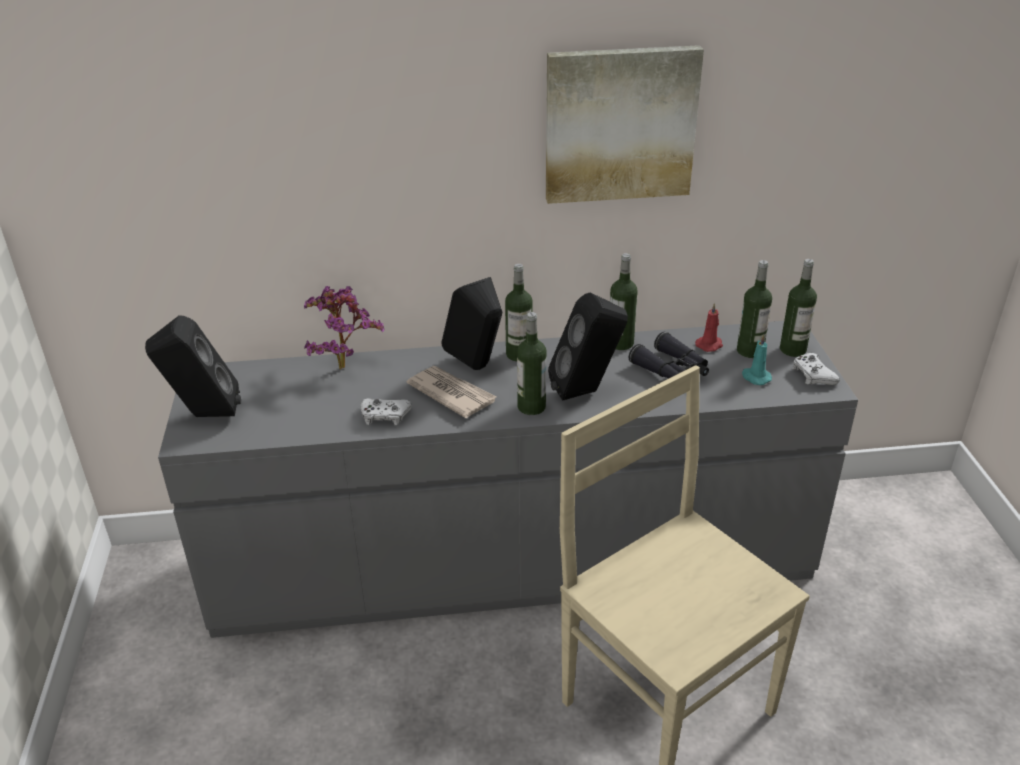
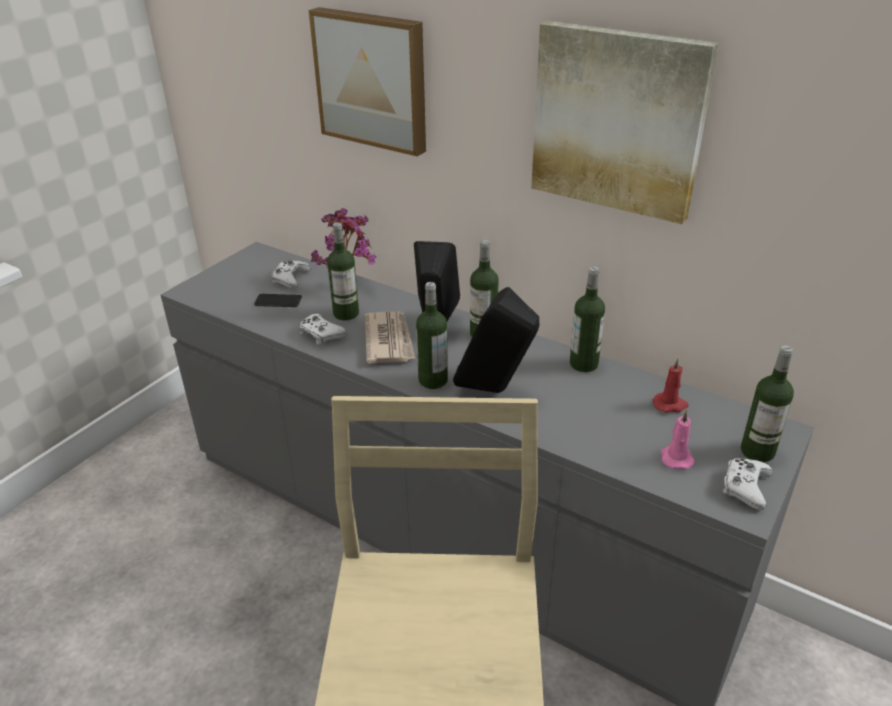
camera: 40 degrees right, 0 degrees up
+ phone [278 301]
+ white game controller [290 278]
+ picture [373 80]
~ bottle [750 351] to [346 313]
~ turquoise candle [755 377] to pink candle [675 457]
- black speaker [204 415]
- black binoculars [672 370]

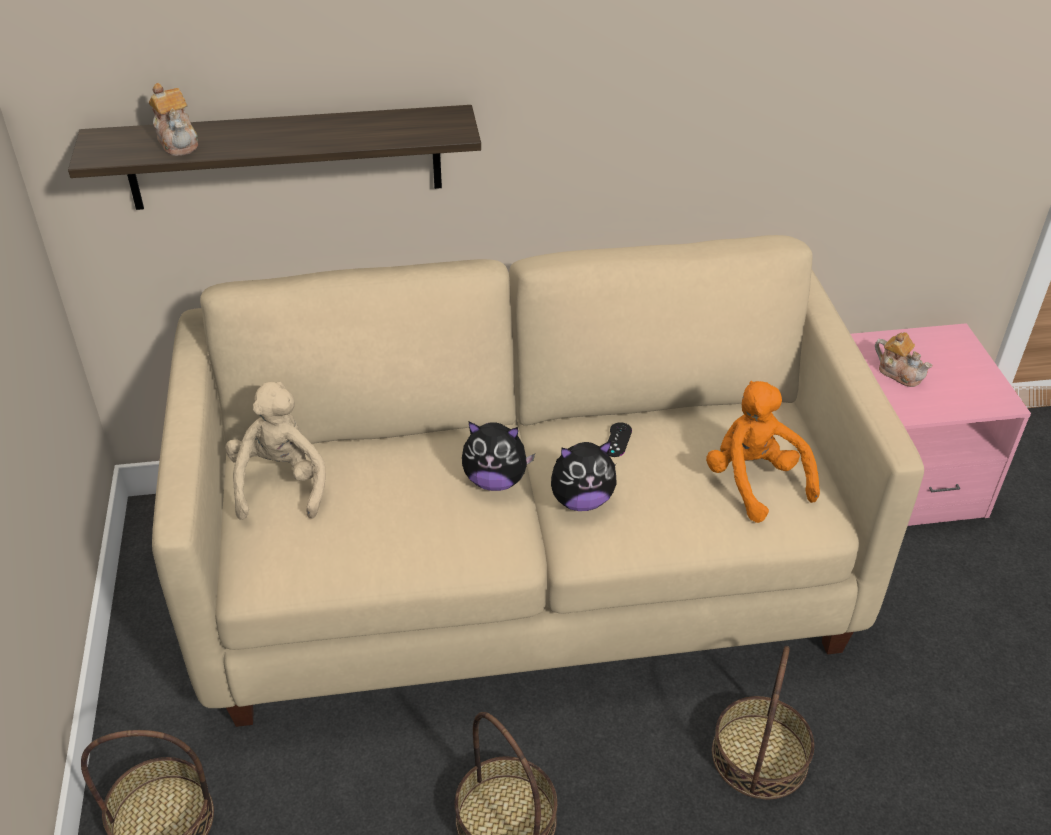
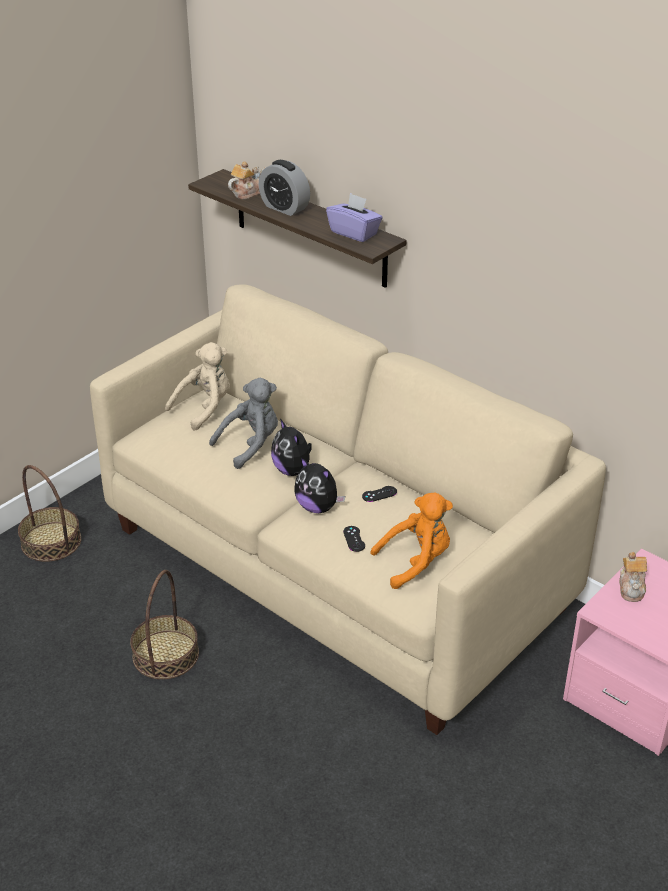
camera: 50 degrees right, 5 degrees down
+ grey plush toy [250 445]
~ teapot [178 142] = [248 193] 150 degrees counterclockwise
+ alarm clock [284 208]
+ purple tissue box [354 233]
+ black game controller [354 539]
~ orange plush toy [754 481] = [416 562] 45 degrees clockwise
- basket [759 755]

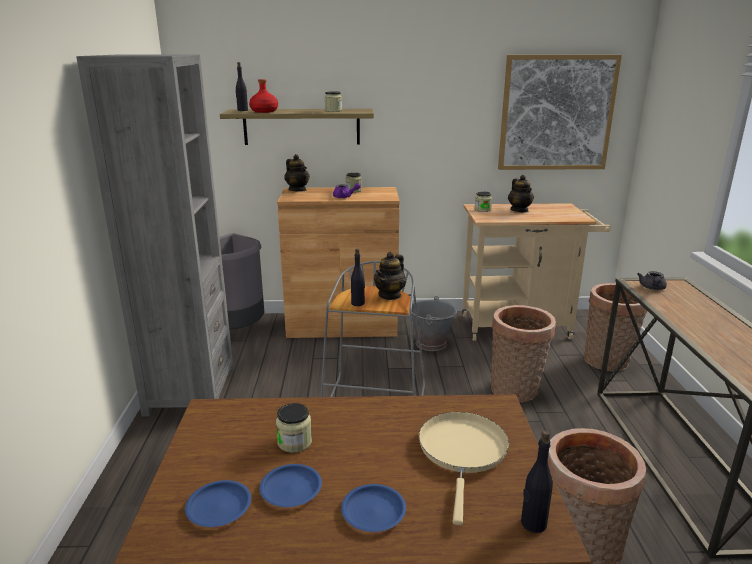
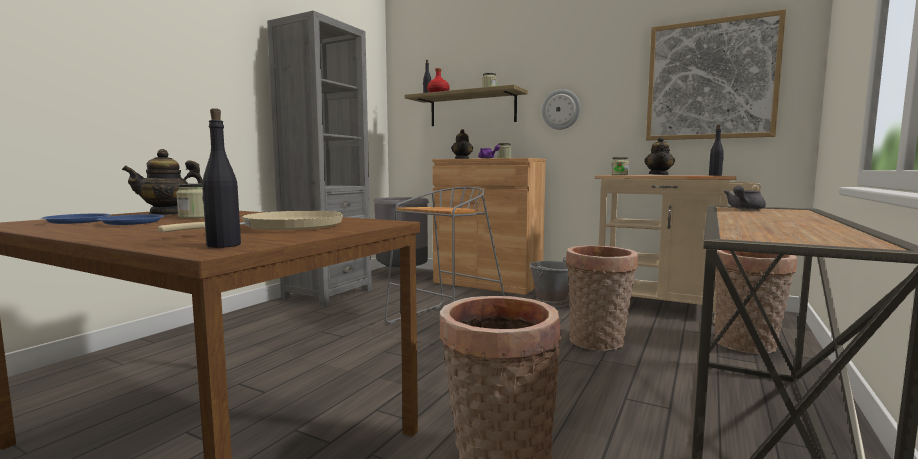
camera: 30 degrees right, 15 degrees down
~ teapot [390 295] to [167 213]
+ wall clock [561 109]
~ black bottle [358 303] to [715 175]
- blue plate [373 511]

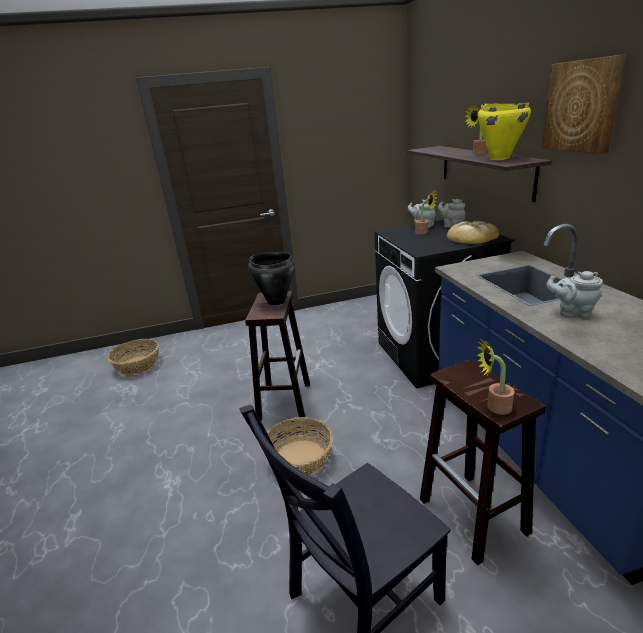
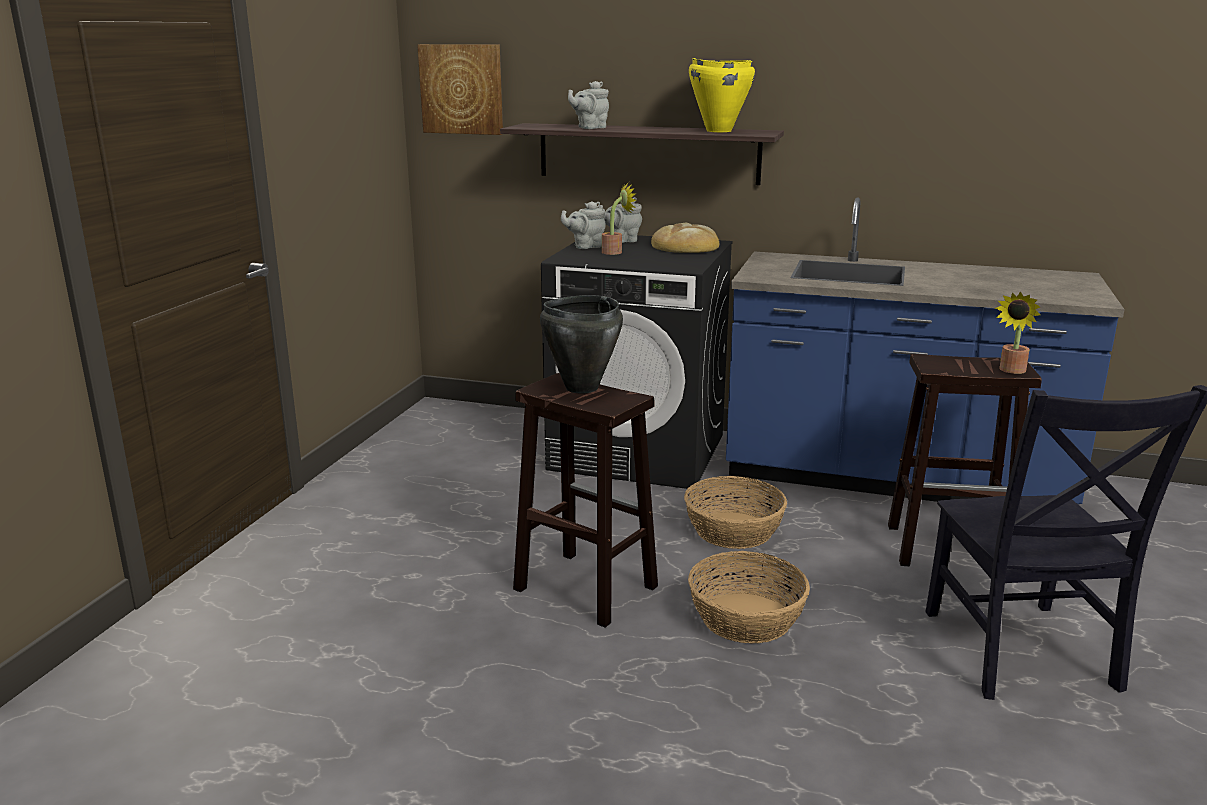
camera: 60 degrees left, 5 degrees down
~ picture [581 106] to [462 89]
~ grey teapot [572 313] to [590 128]
~ basket [138 365] to [734 530]
- potted plant [477 154]

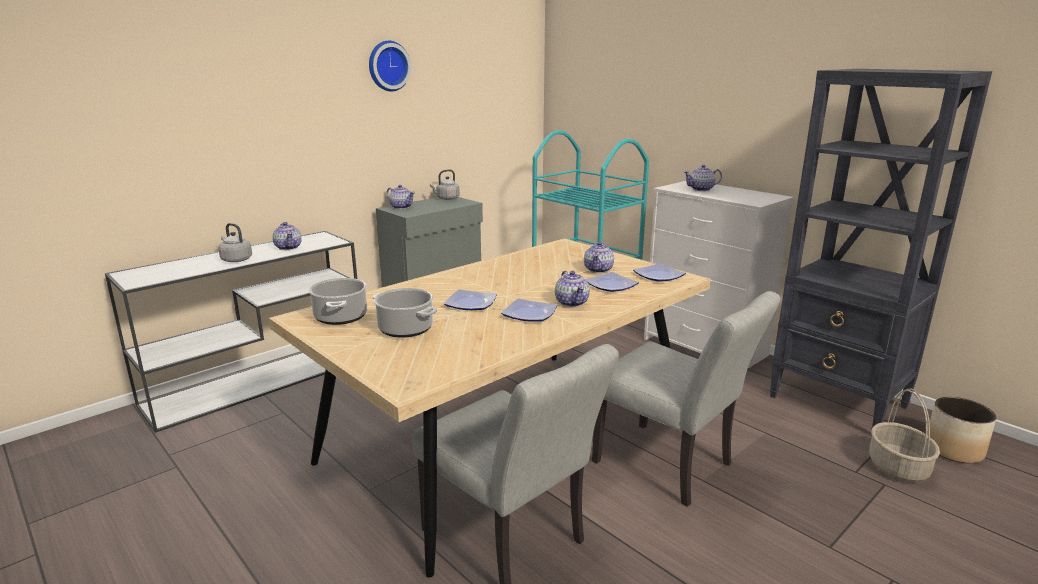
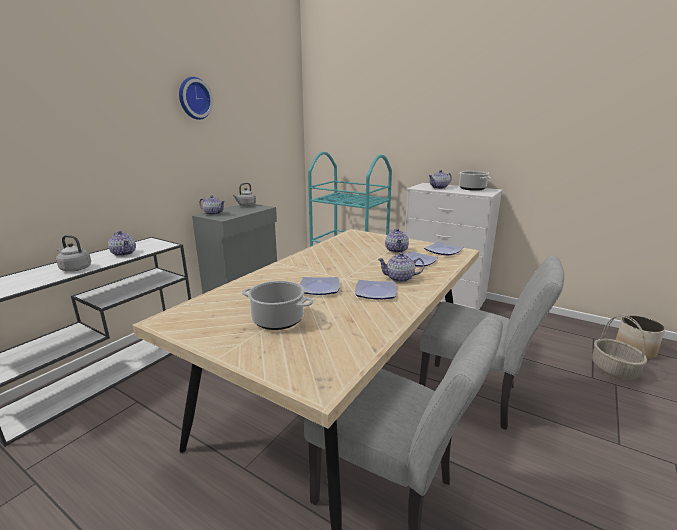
camera: 15 degrees left, 0 degrees up
~ teapot [572 302] = [400 278] 120 degrees clockwise
~ cooking pot [341 317] to [472 189]
- black bookcase [838 402]

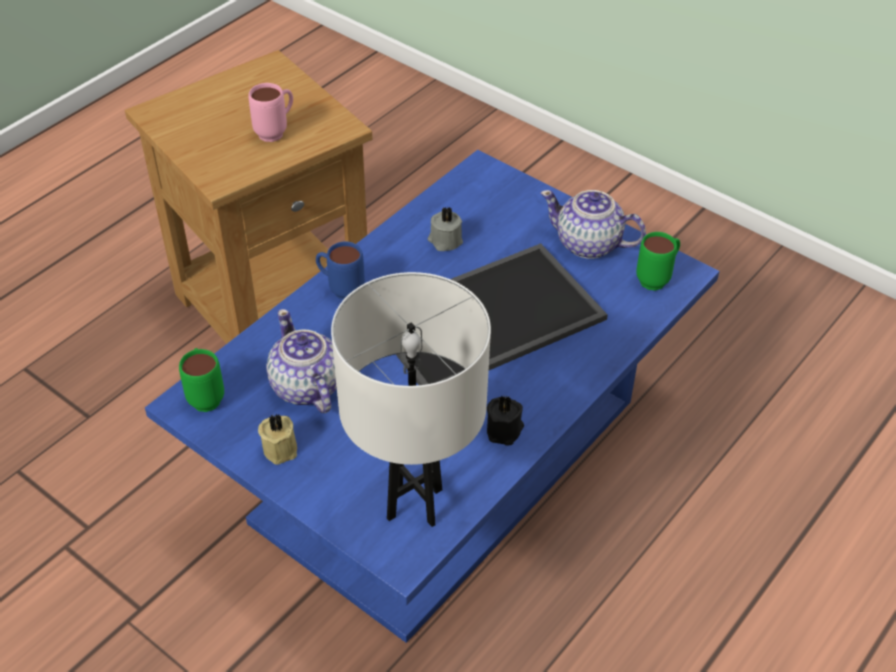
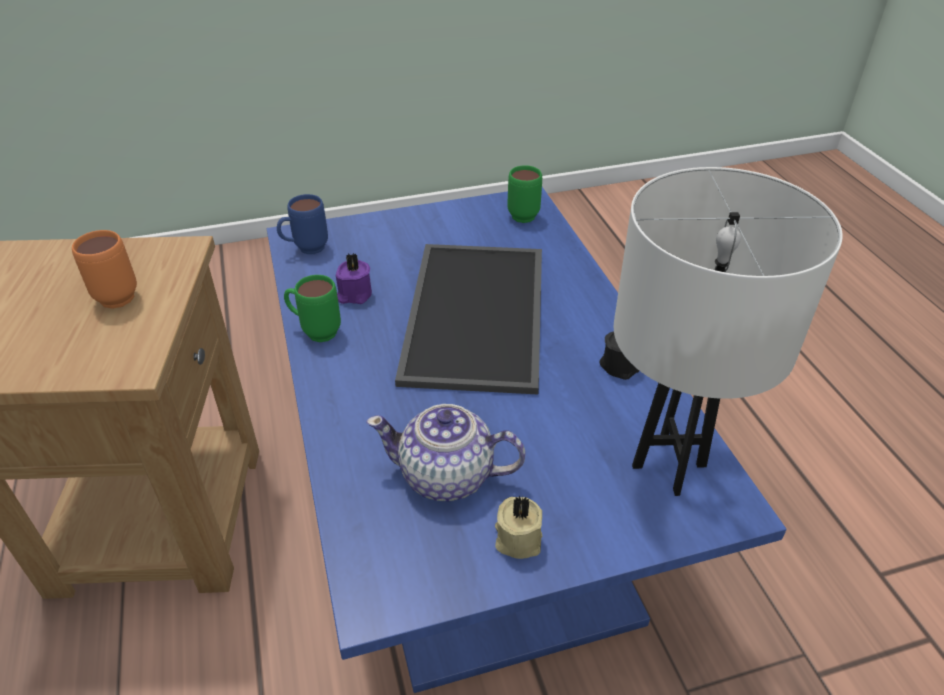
camera: 55 degrees left, 5 degrees down
~ pink mug [276 132] to orange mug [119 293]
~ blue mug [340 290] to [305 250]
~ green mug [205 395] to [315 331]
~ grey candle [444 241] to purple candle [354 294]
- teapot [589 244]

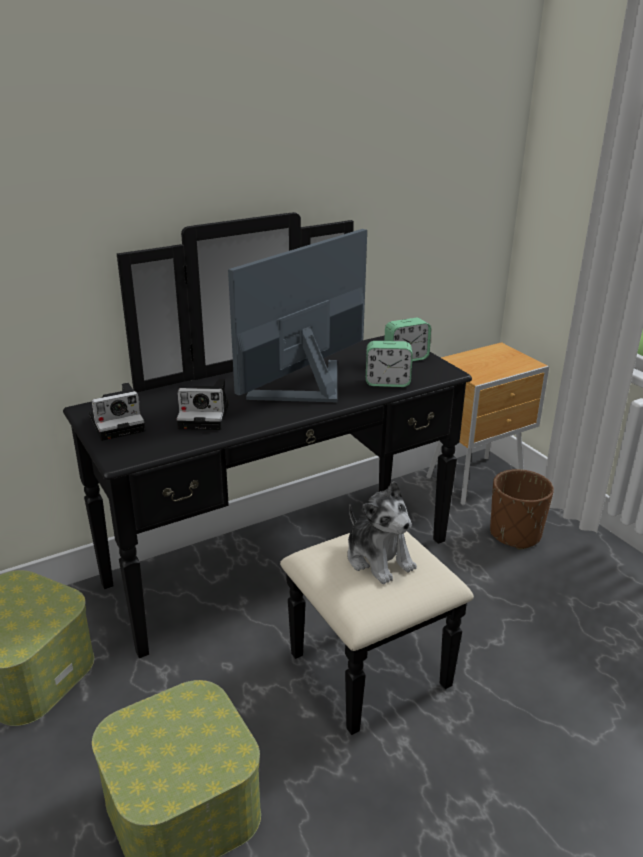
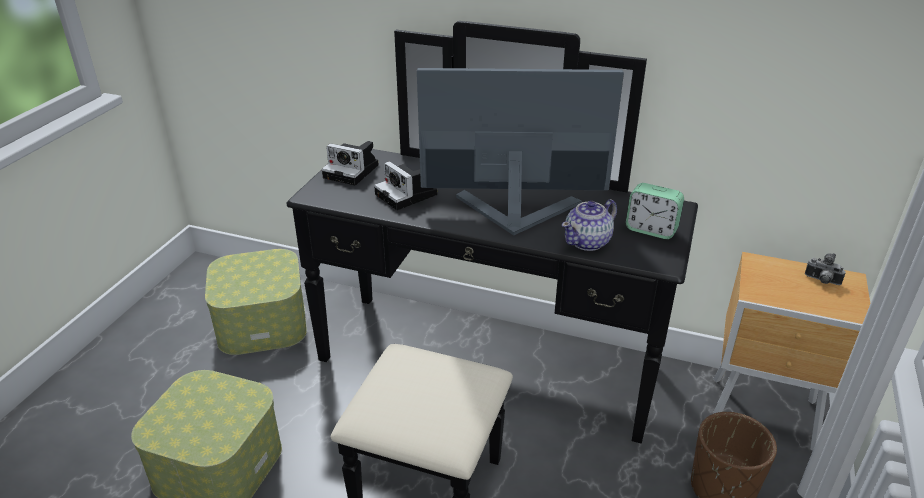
camera: 50 degrees right, 5 degrees up
~ alarm clock [387 382] to teapot [588 242]
+ photo camera [821 281]
- plush toy [378 559]

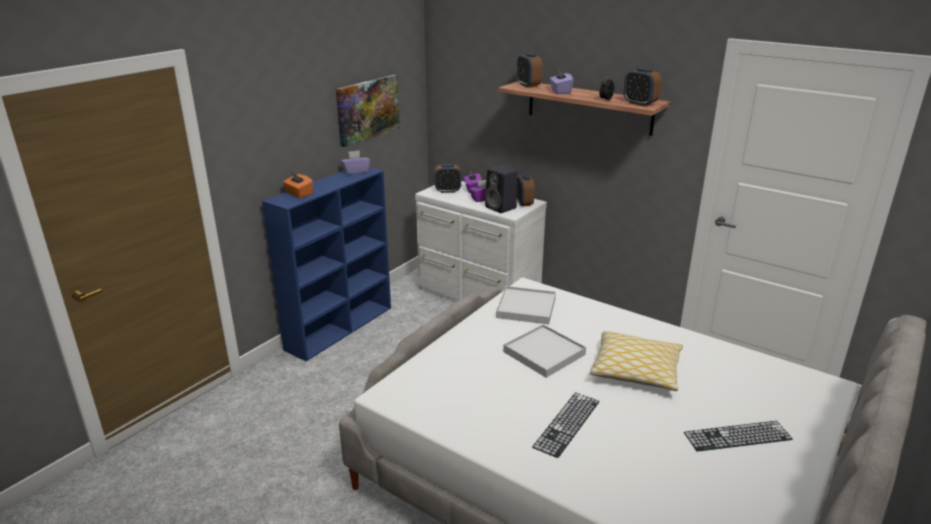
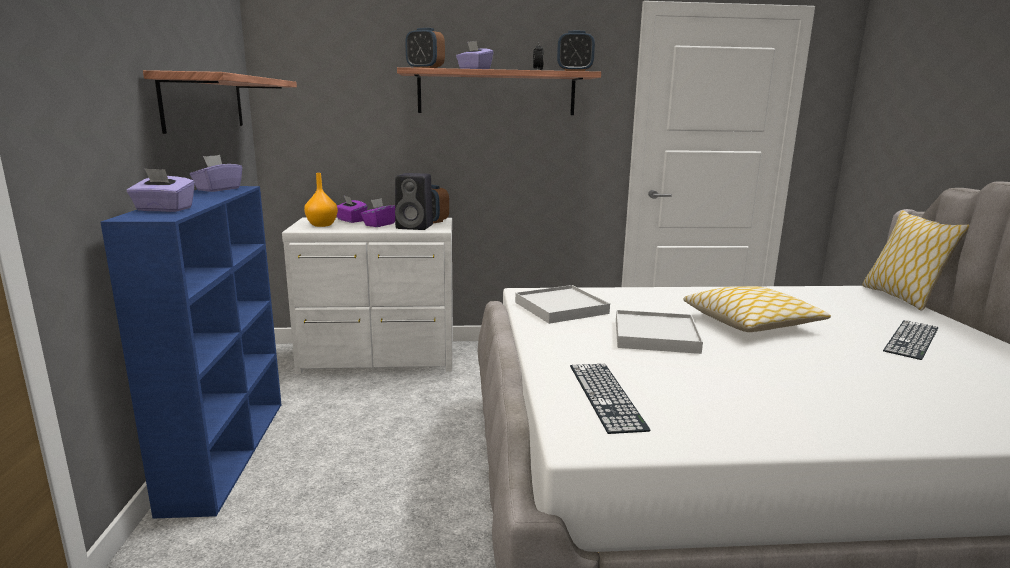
camera: 40 degrees left, 10 degrees down
~ orange tissue box [299 194] to purple tissue box [164 209]
~ picture [367 109] to shelf [204 103]
~ alarm clock [448 191] to orange vase [322 225]
~ keyboard [567 423] to [606 395]
+ pillow [901 298]

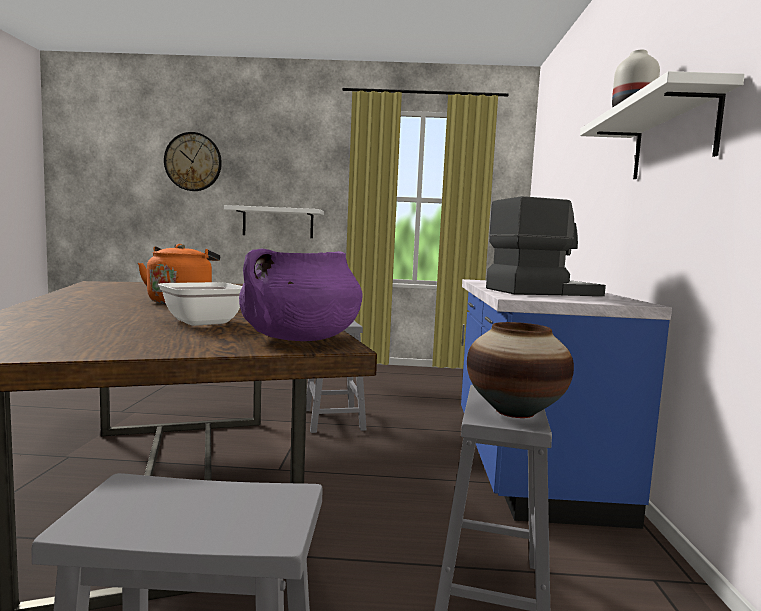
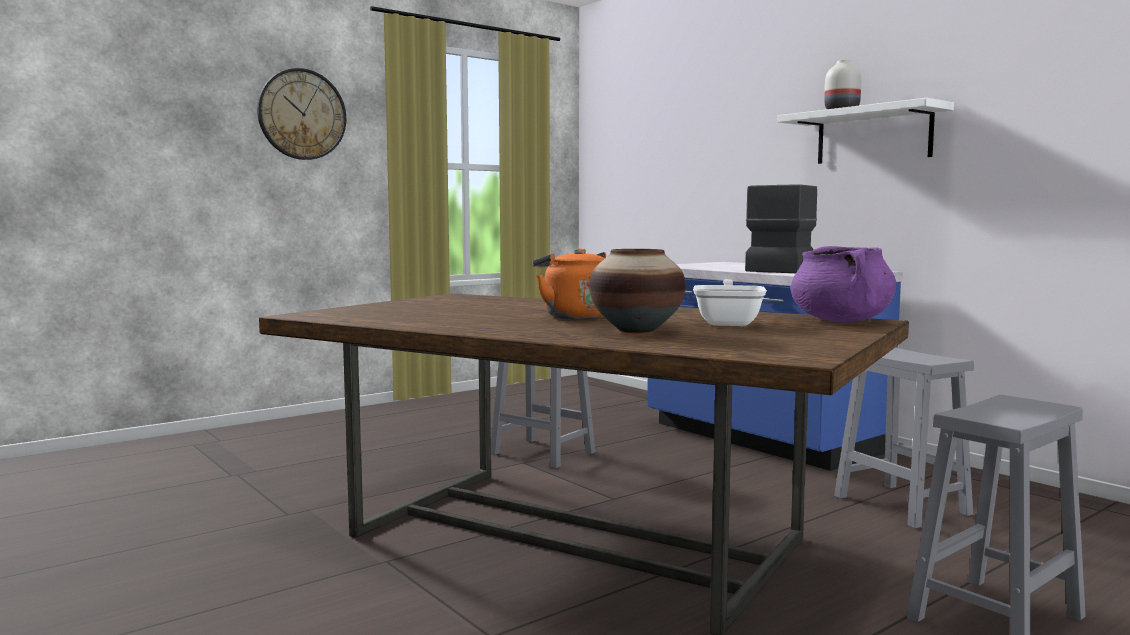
camera: 40 degrees left, 0 degrees up
~ wall clock [193 162] to [302 114]
~ vase [514 411] to [636 331]
- white shelf [278 222]

